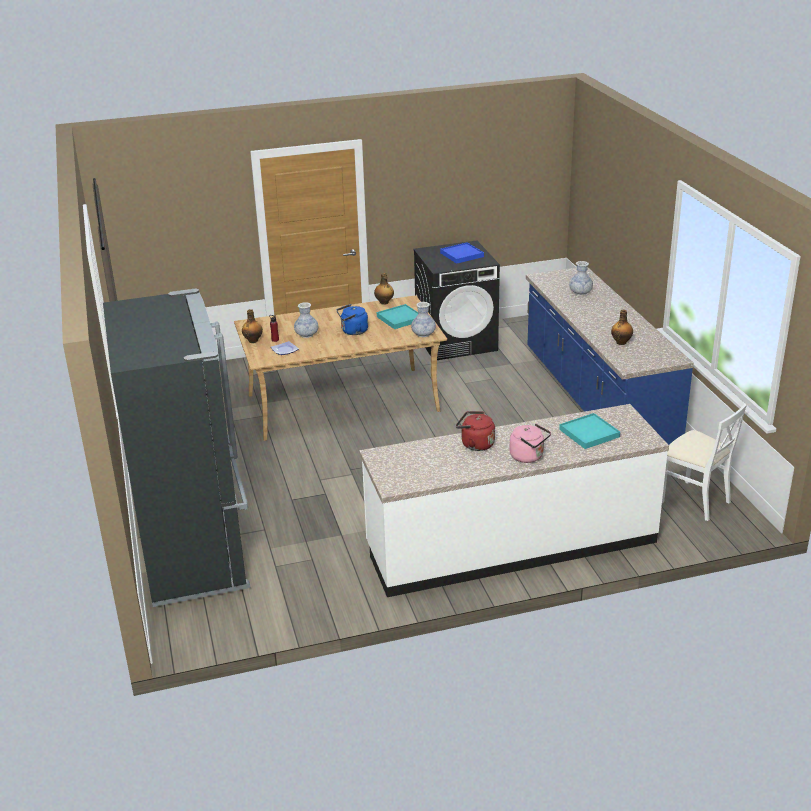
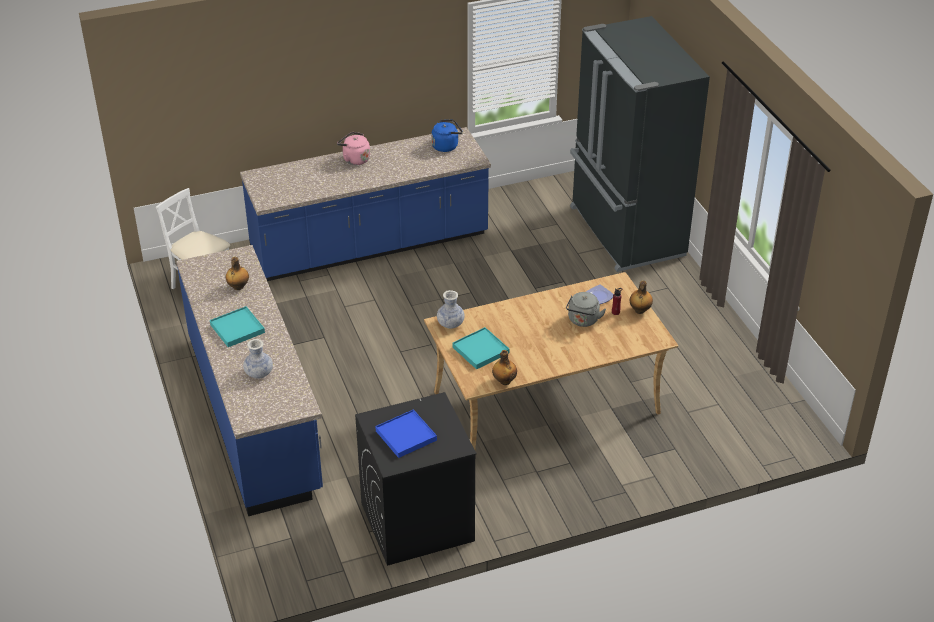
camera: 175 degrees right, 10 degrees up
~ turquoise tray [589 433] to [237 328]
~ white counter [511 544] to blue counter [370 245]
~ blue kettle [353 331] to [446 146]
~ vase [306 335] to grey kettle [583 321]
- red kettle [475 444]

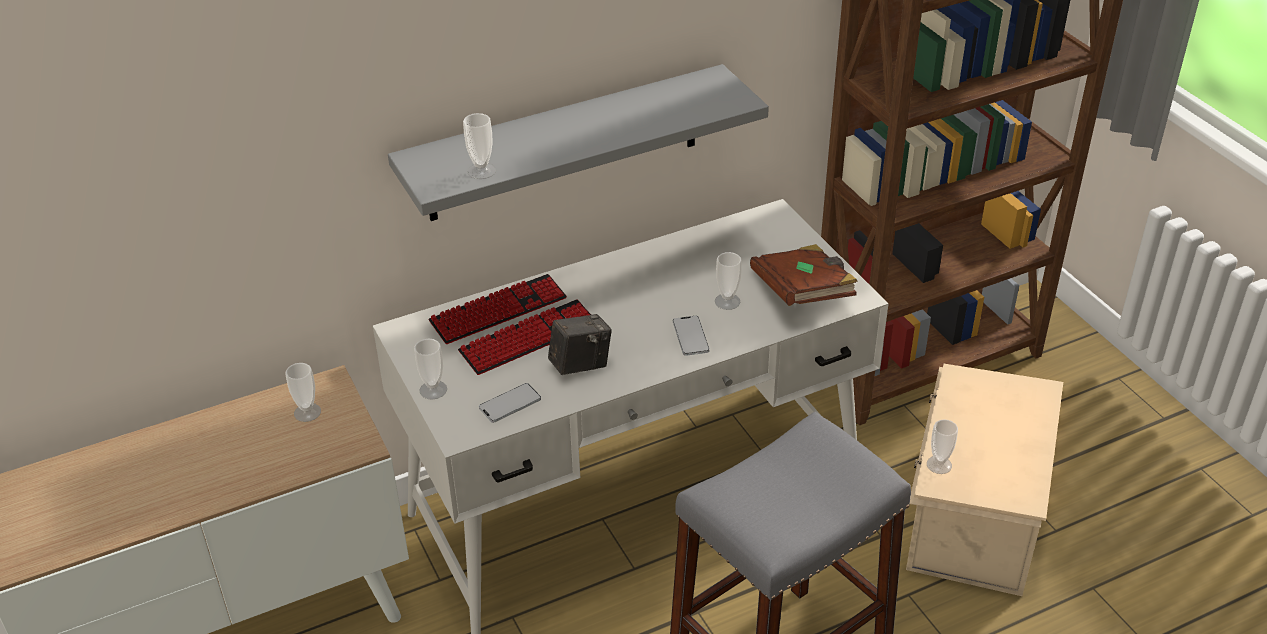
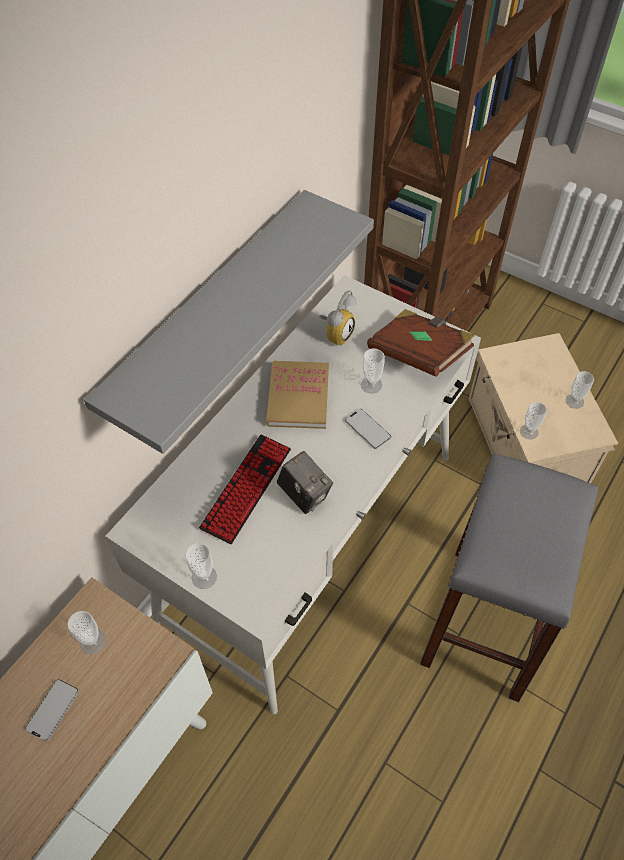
camera: 30 degrees left, 15 degrees up
~ phone [510 404] to [52 710]
+ book [298 396]
~ photo camera [580 365] = [304 495] 105 degrees clockwise
+ alarm clock [336 333]
~ cup [481 171] to [574 401]
- keyboard [498 311]

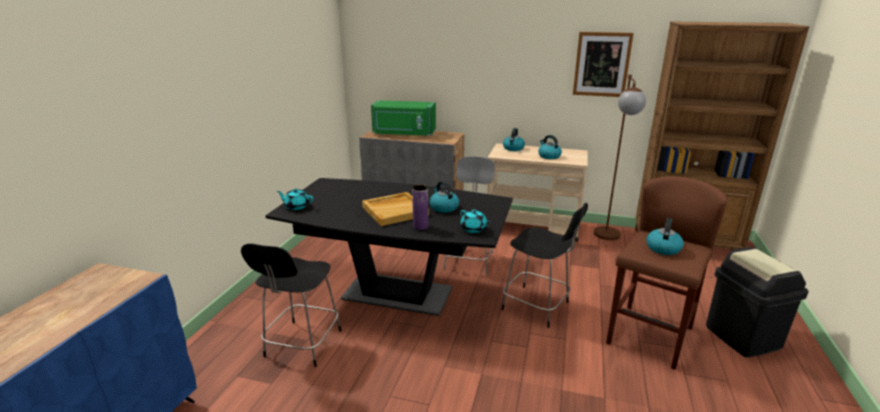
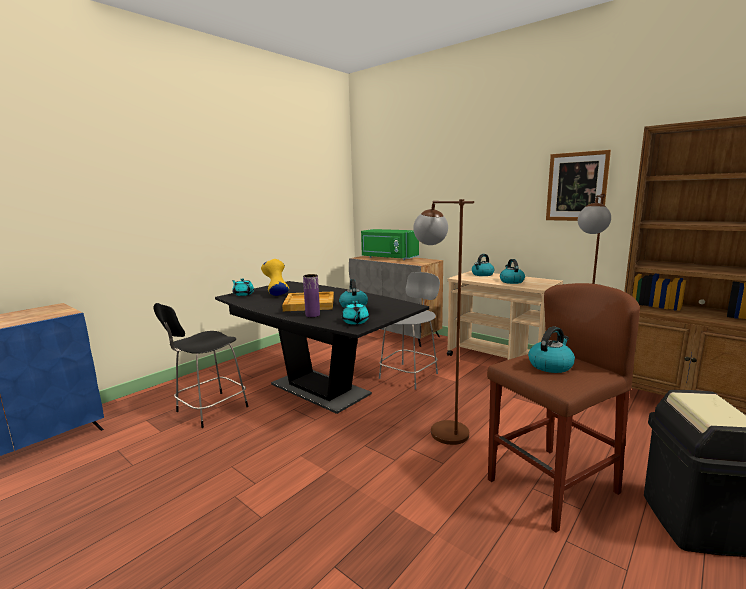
camera: 25 degrees right, 10 degrees down
+ yellow vase [276 294]
~ black chair [537 307] to brown floor lamp [440 427]

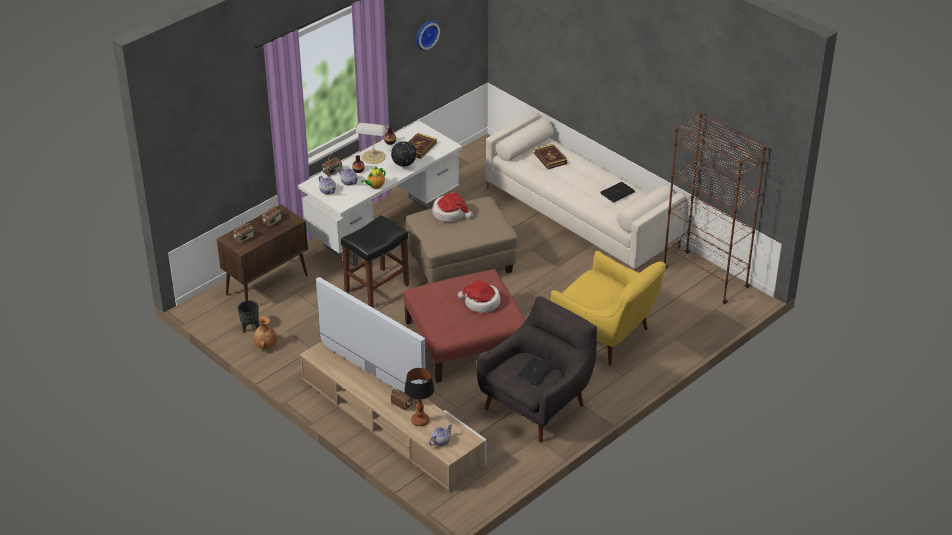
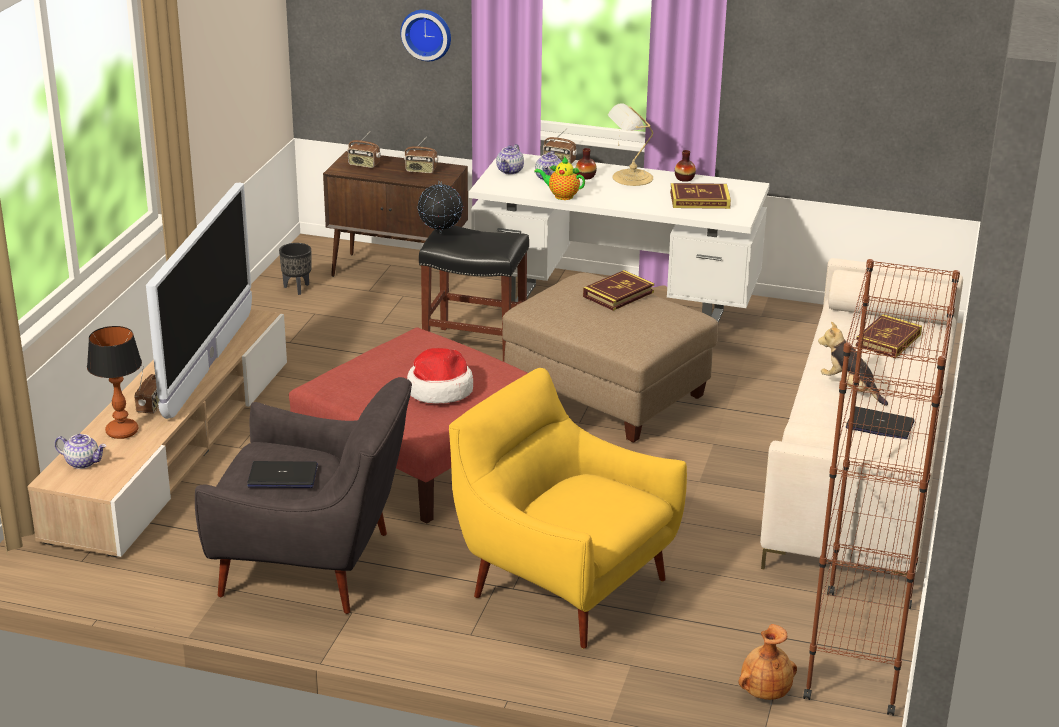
camera: 60 degrees right, 10 degrees down
~ wall clock [425 34] to [427 34]
~ globe [404 167] to [440 233]
~ yellow armchair [606 336] = [562 584] 120 degrees clockwise
~ hat [450 213] to book [618 294]
~ brown vase [265 345] to [764 692]
+ plush toy [850 389]

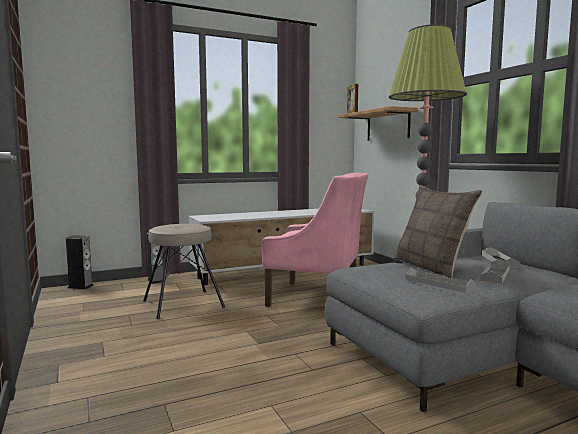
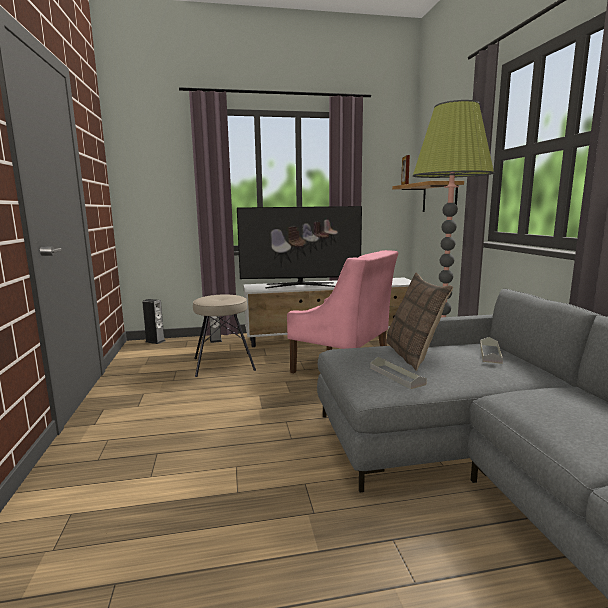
camera: 15 degrees right, 5 degrees up
+ television [300 285]
- grey tray [495 275]

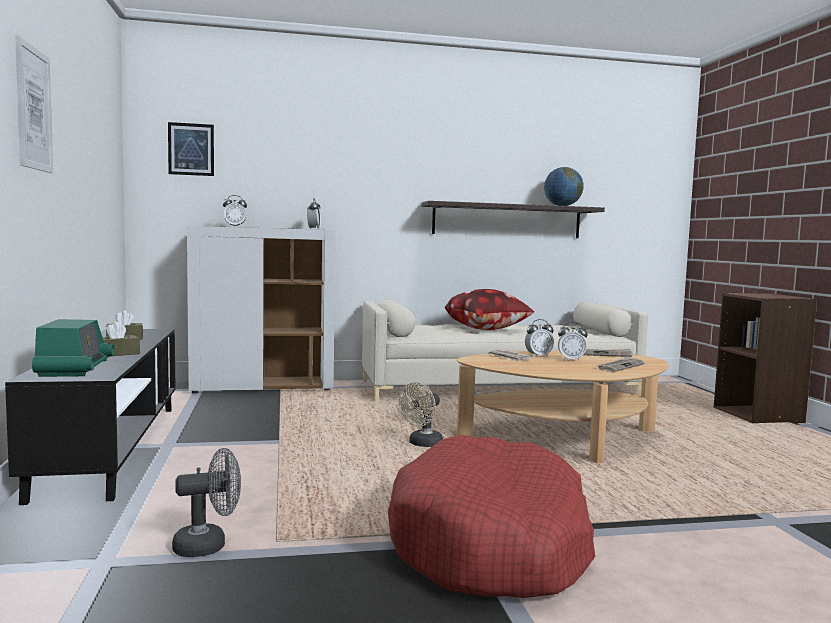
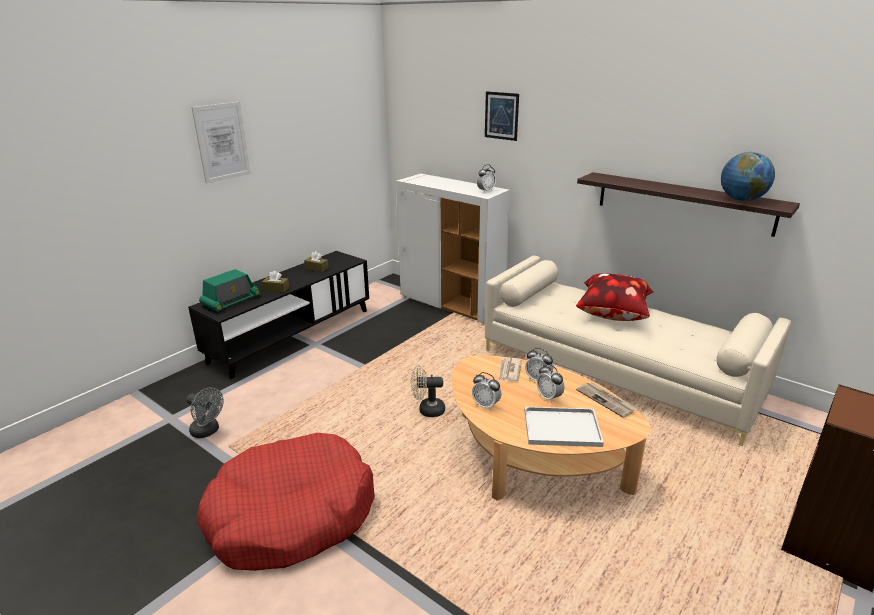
camera: 50 degrees right, 20 degrees up
~ alarm clock [234 226] to [486 405]
~ picture [191 149] to [501 116]
~ newspaper [620 366] to white tray [563 427]

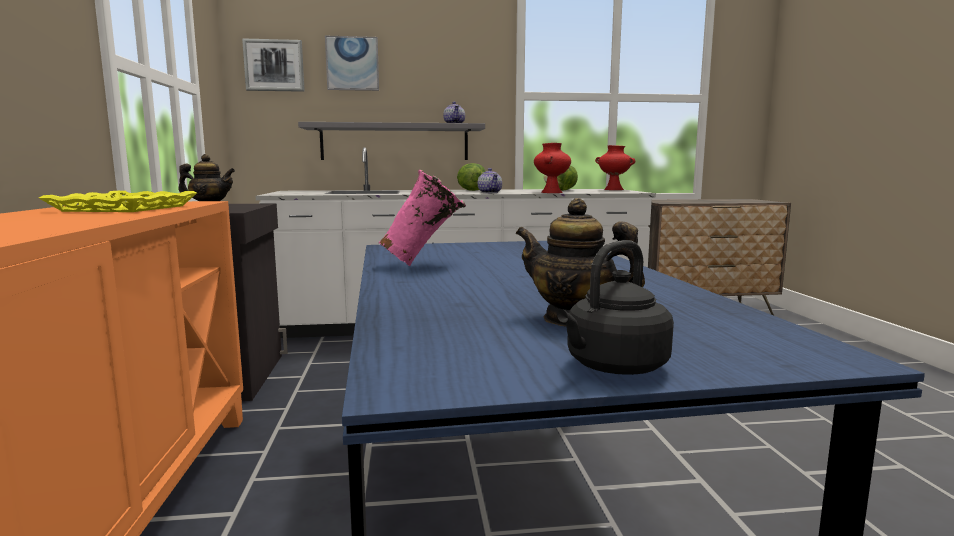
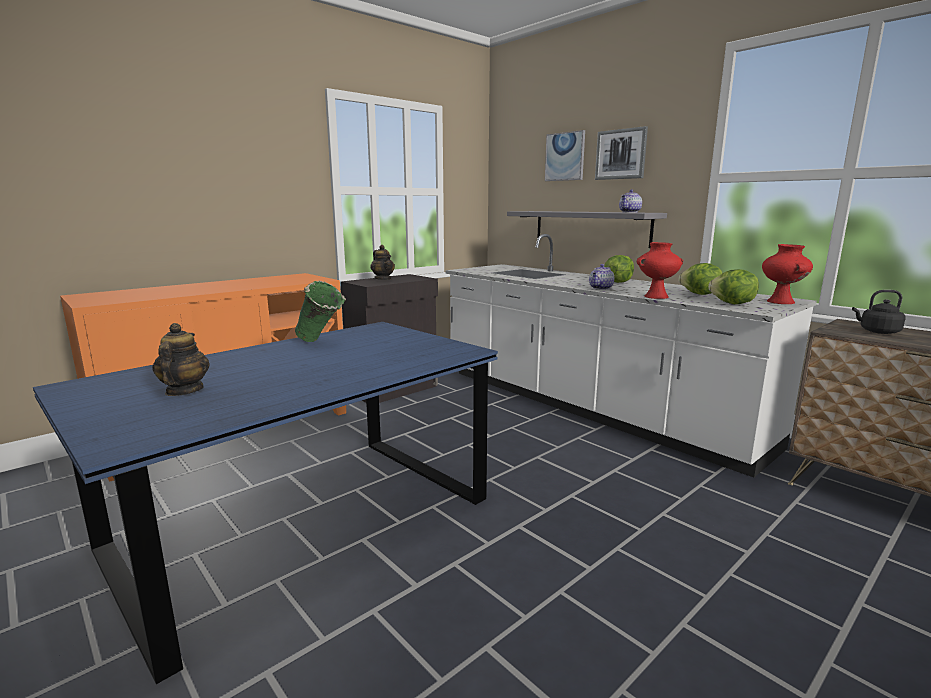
camera: 55 degrees right, 5 degrees up
~ pink vase [425 264] to green vase [321 343]
~ picture [274 65] to [621 154]
+ lettuce [732 304]
~ black kettle [613 367] to [877 331]
- yellow tray [126 208]

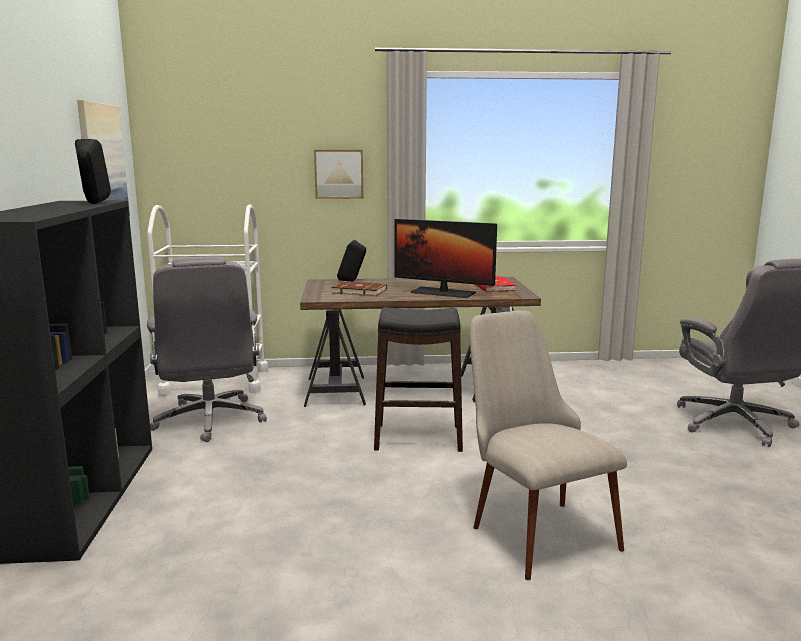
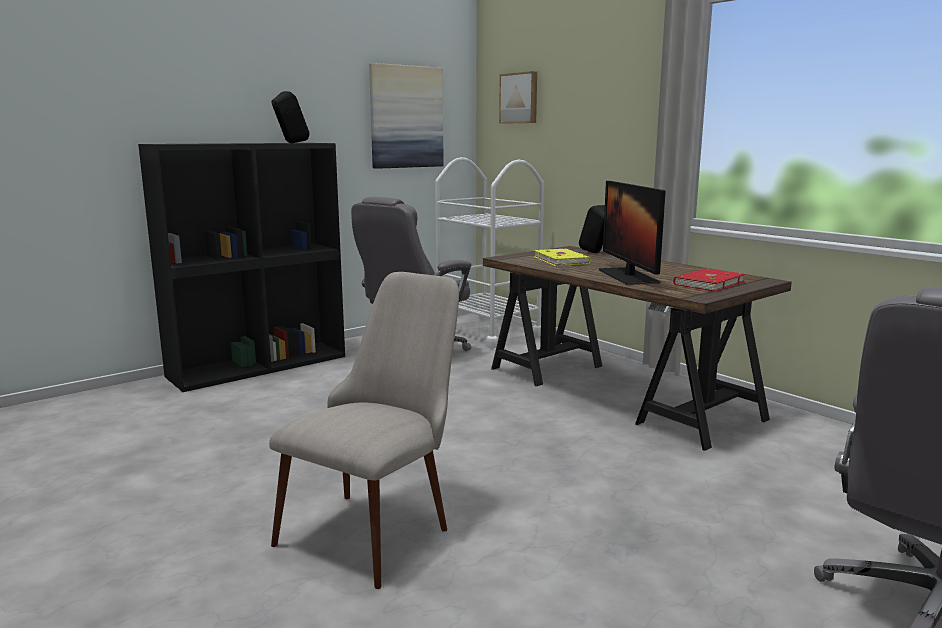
camera: 55 degrees right, 0 degrees up
~ picture [339 174] to [519 98]
~ brown book [359 291] to yellow book [562 260]
- black stool [417 438]

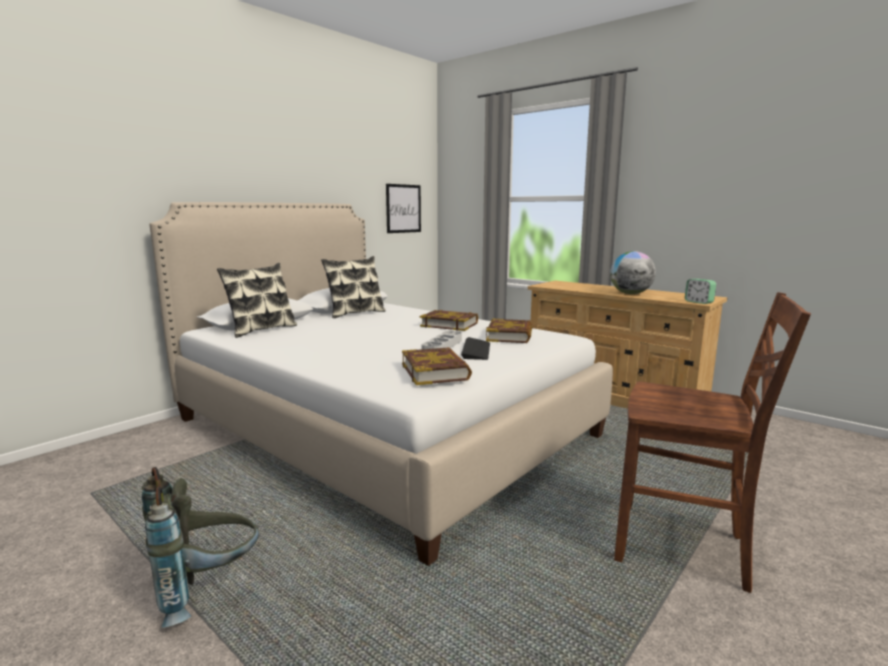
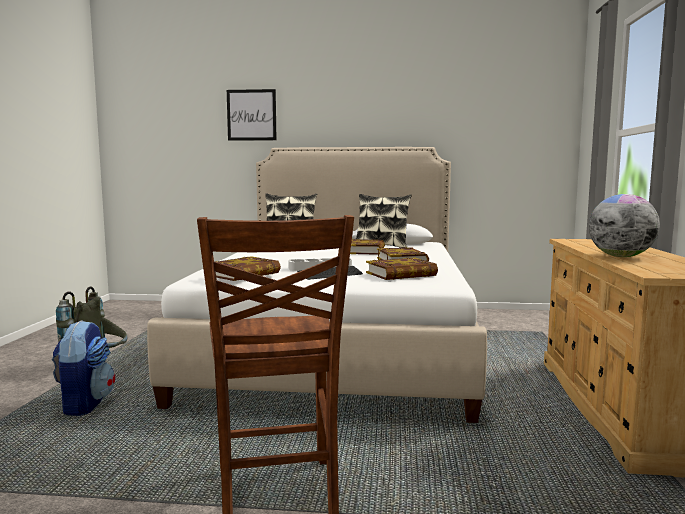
camera: 55 degrees right, 5 degrees down
+ backpack [85 404]
~ picture [403 208] to [251 115]
+ book [366 251]
- alarm clock [699 302]

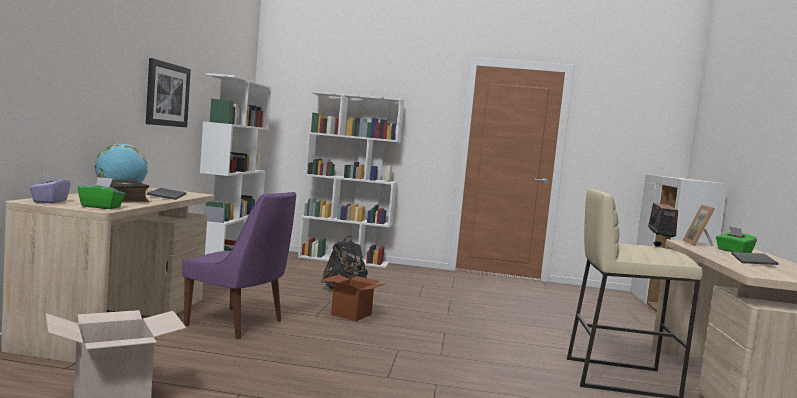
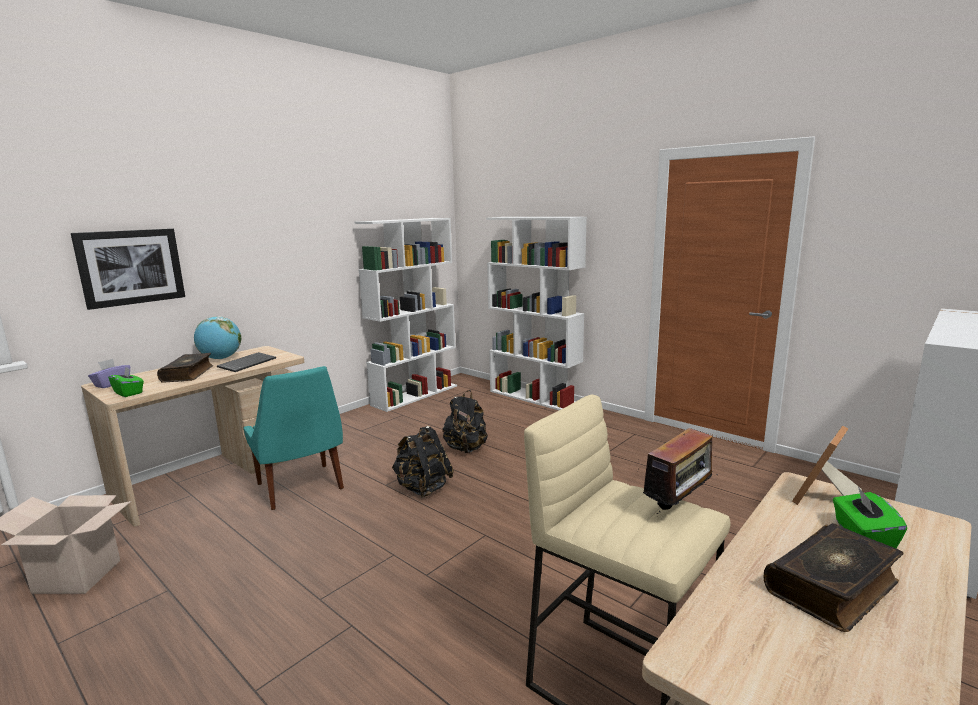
camera: 35 degrees right, 10 degrees up
~ picture [167 94] to [131 267]
~ purple chair [237 324] to turquoise chair [301 488]
~ cardboard box [351 315] to black backpack [423 488]
~ keyboard [754 261] to book [833 587]

